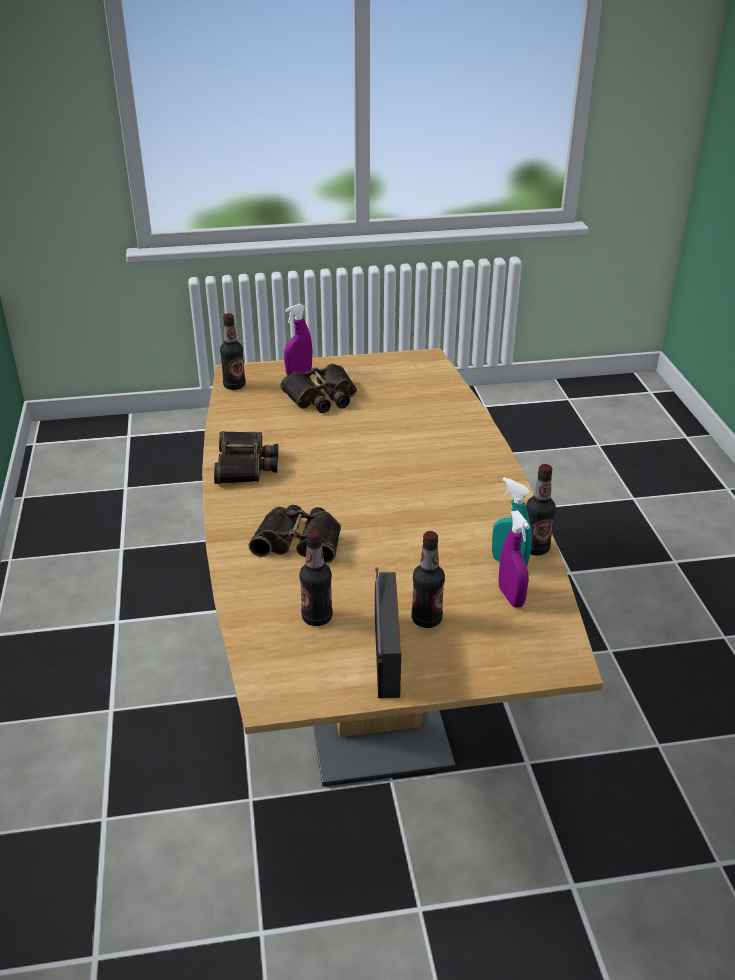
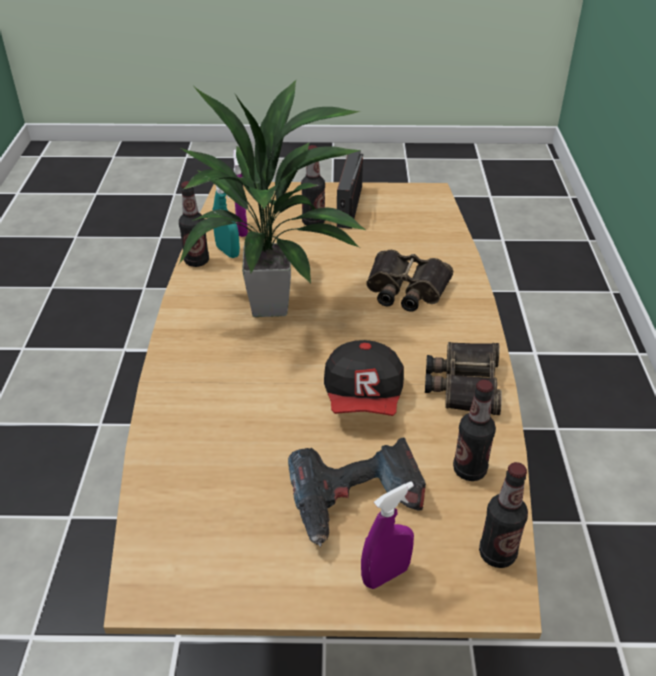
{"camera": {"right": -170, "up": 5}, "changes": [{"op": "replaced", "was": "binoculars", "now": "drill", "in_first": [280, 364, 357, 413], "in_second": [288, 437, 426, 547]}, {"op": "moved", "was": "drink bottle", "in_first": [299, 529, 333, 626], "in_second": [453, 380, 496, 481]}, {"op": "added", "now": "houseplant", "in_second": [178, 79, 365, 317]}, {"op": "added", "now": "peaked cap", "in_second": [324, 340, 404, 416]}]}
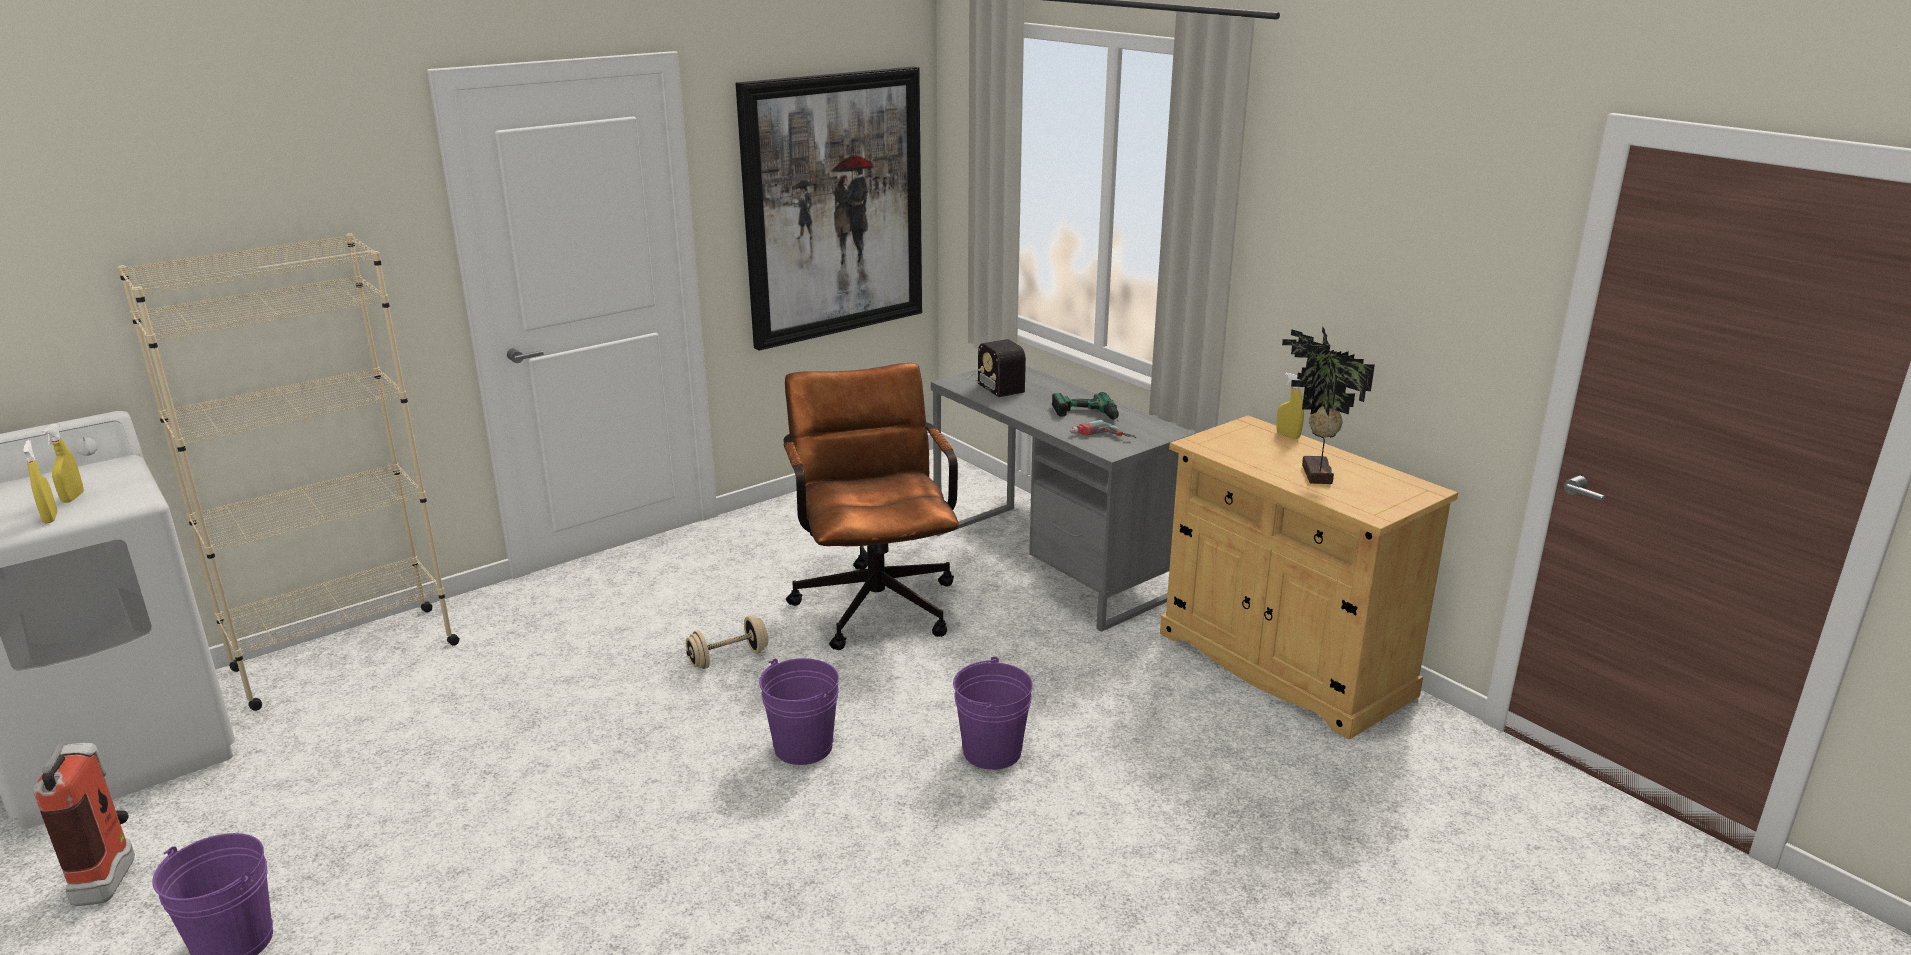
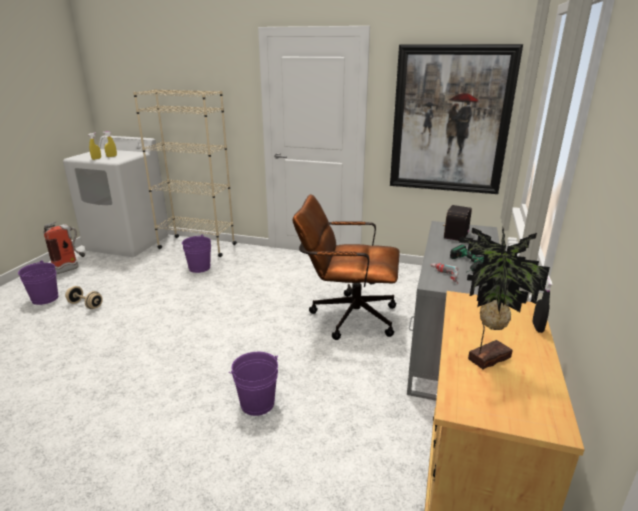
{"camera": {"right": 55, "up": 0}, "changes": [{"op": "turned", "was": "brown computer chair", "in_first": [784, 363, 959, 650], "in_second": [292, 194, 400, 340], "clockwise": -120}, {"op": "recoloured", "was": "yellow hand sprayer", "now": "blackish hand sprayer", "in_first": [1277, 373, 1304, 439], "in_second": [533, 275, 553, 333]}, {"op": "moved", "was": "sand-coloured dumbbell", "in_first": [686, 616, 768, 669], "in_second": [65, 286, 103, 309]}, {"op": "moved", "was": "purplish bucket", "in_first": [759, 658, 839, 765], "in_second": [182, 234, 211, 273]}]}
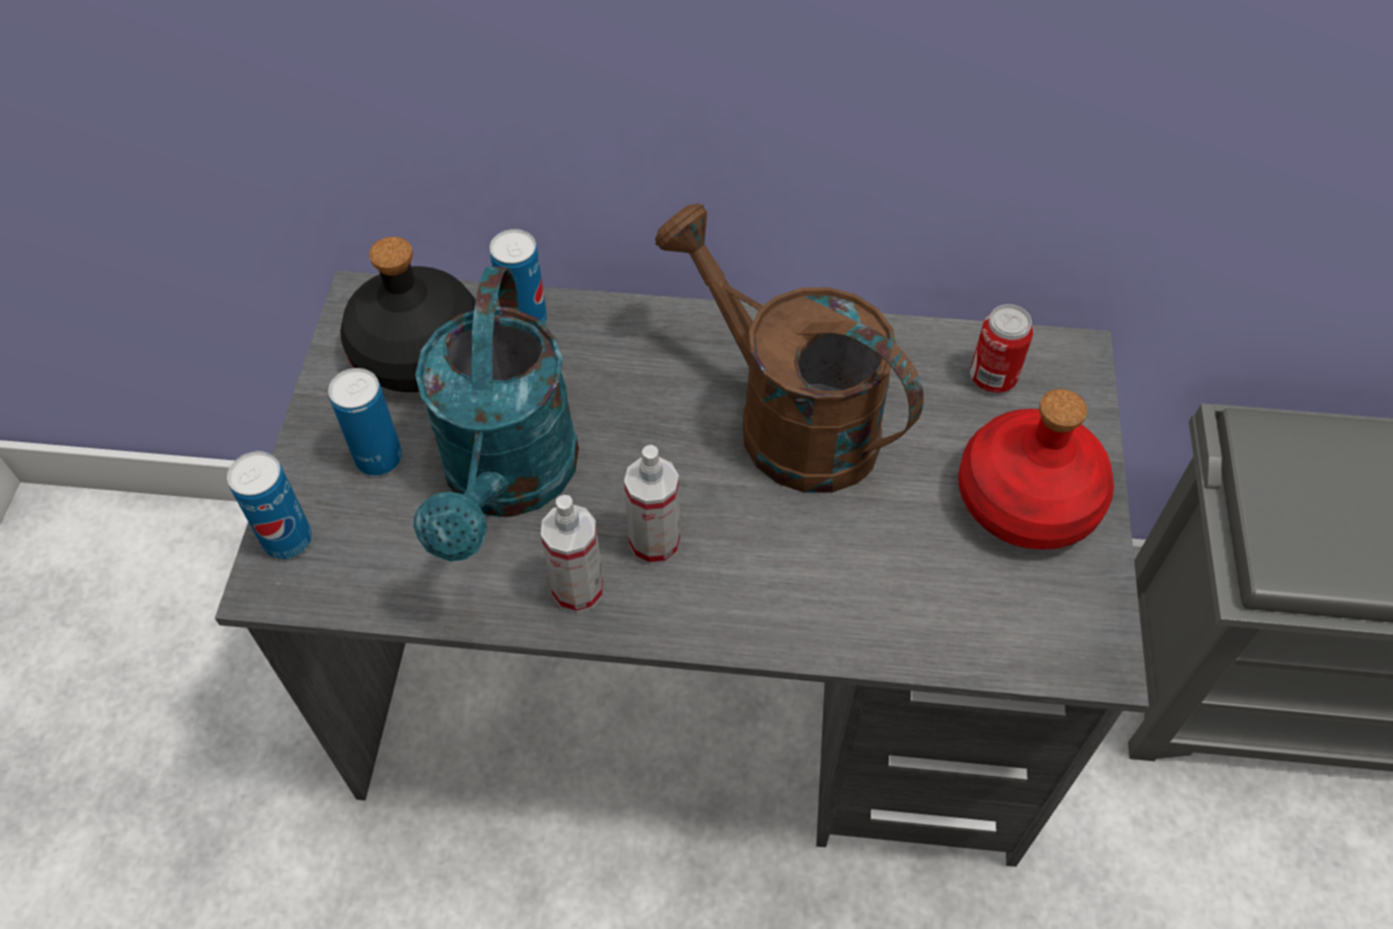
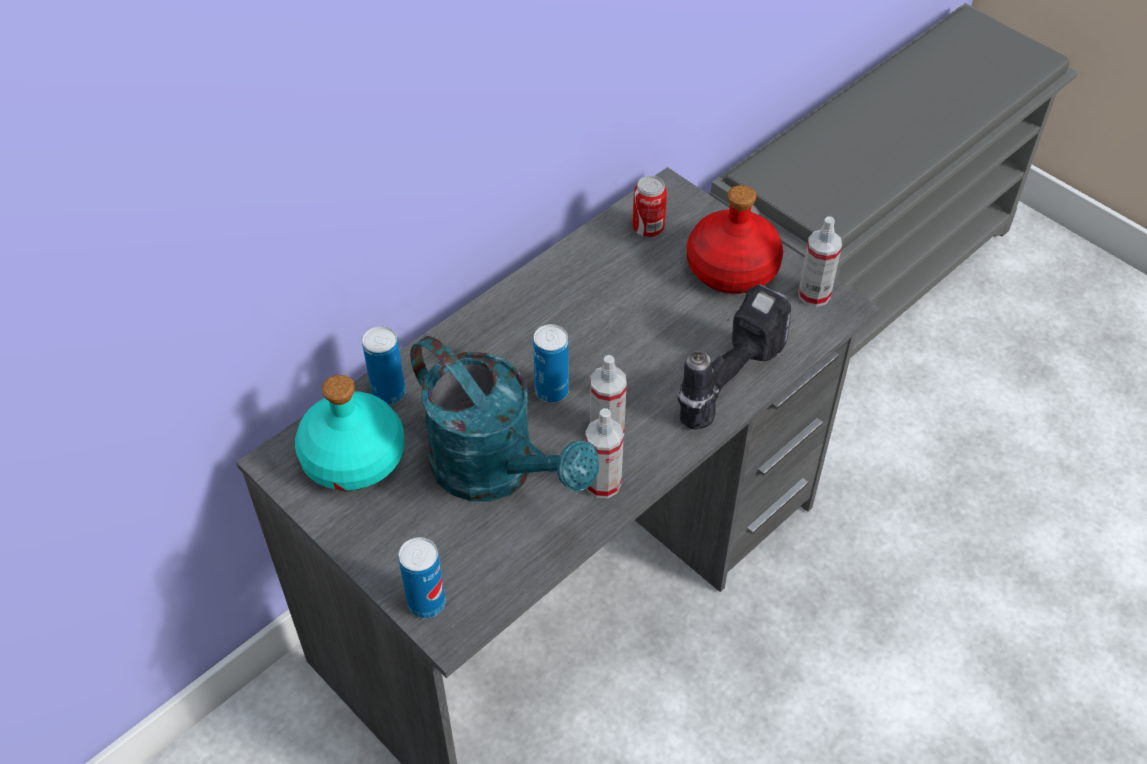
{"camera": {"right": -50, "up": -5}, "changes": [{"op": "removed", "was": "brown watering pot", "in_first": [655, 203, 923, 493]}, {"op": "recoloured", "was": "blackish drink bottle", "now": "blue-green drink bottle", "in_first": [340, 237, 476, 392], "in_second": [295, 375, 404, 491]}, {"op": "moved", "was": "can", "in_first": [328, 368, 402, 476], "in_second": [533, 324, 569, 403]}, {"op": "added", "now": "hand sprayer", "in_second": [798, 216, 842, 307]}, {"op": "added", "now": "drill", "in_second": [677, 284, 791, 430]}]}
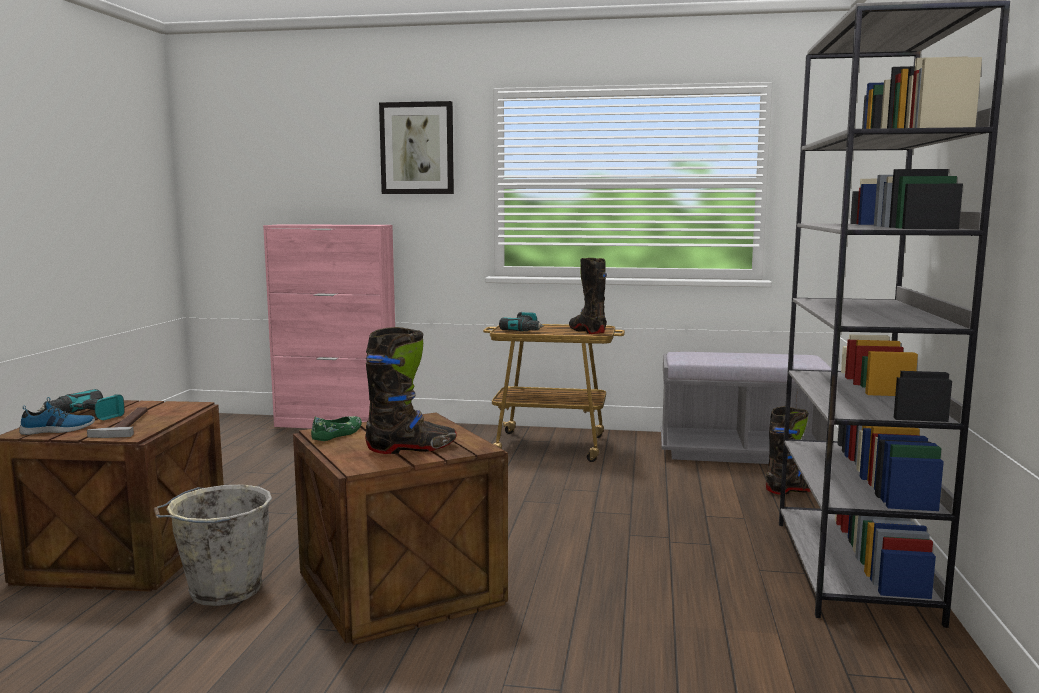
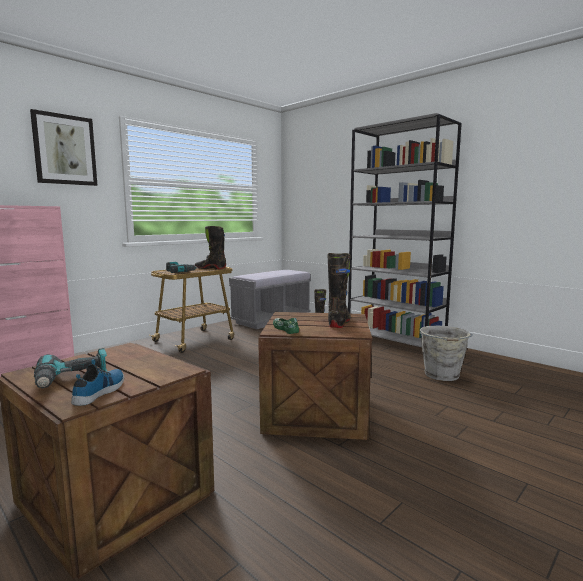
{"camera": {"right": -55, "up": 0}, "changes": [{"op": "removed", "was": "tool hammer", "in_first": [87, 407, 148, 438]}, {"op": "moved", "was": "grey bucket", "in_first": [154, 484, 272, 606], "in_second": [419, 325, 473, 381]}]}
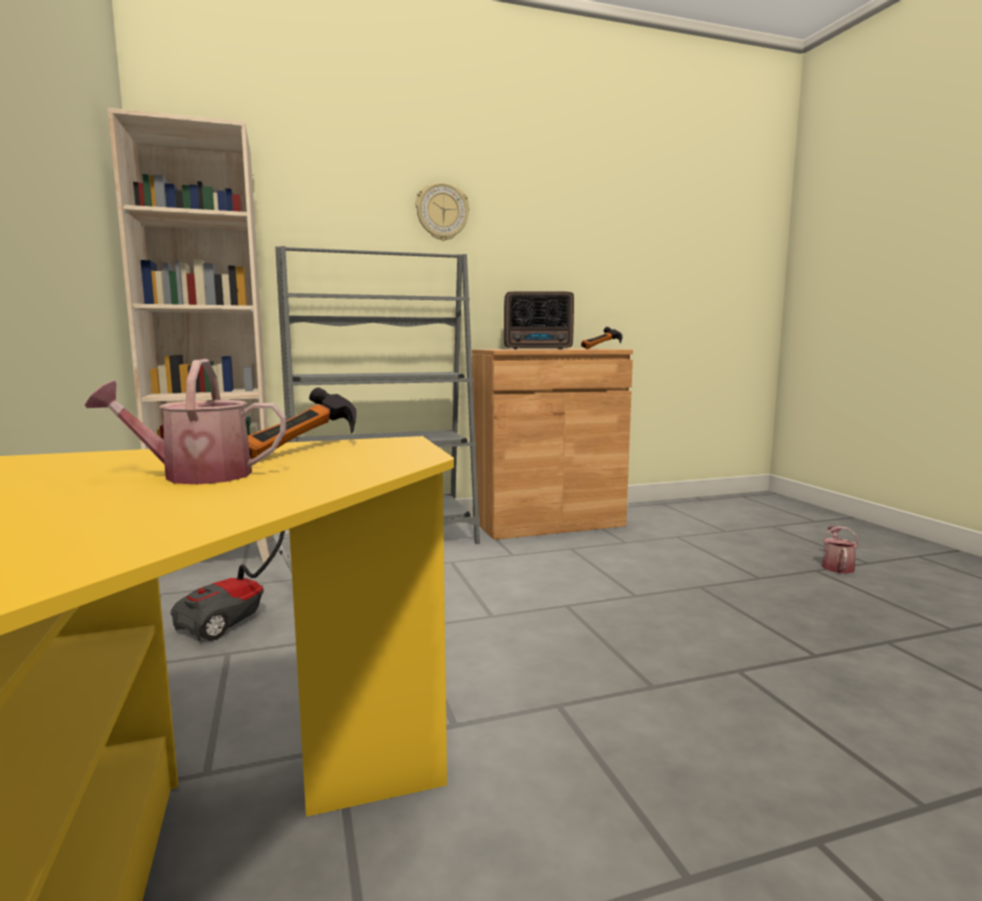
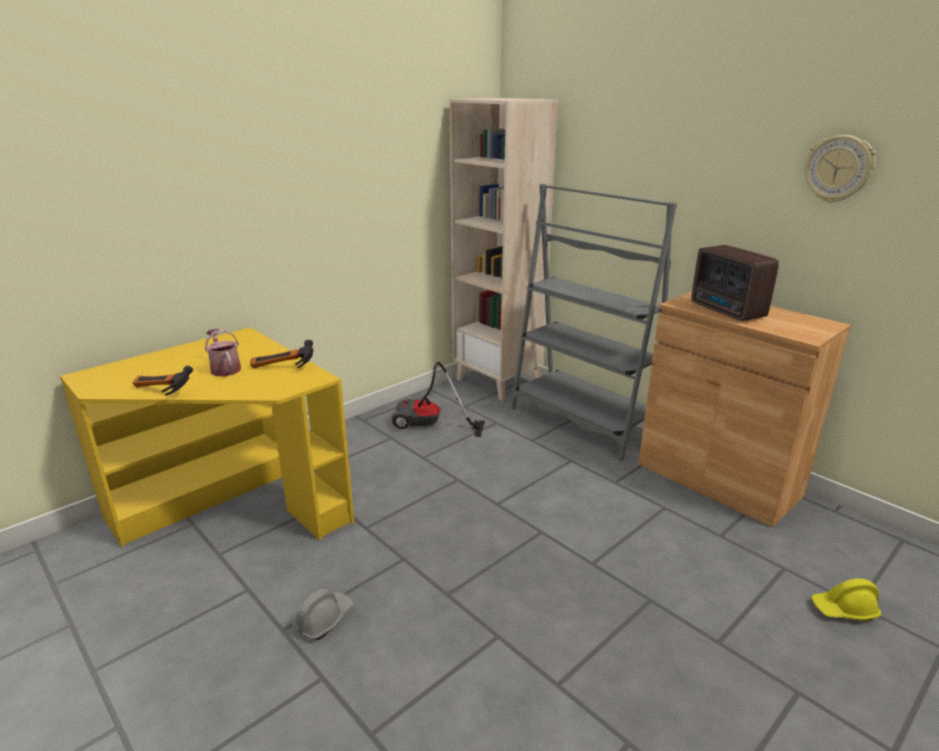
{"camera": {"right": 65, "up": 15}, "changes": [{"op": "moved", "was": "wall clock", "in_first": [416, 182, 469, 241], "in_second": [805, 135, 876, 203]}, {"op": "moved", "was": "tool hammer", "in_first": [581, 327, 623, 349], "in_second": [133, 366, 193, 396]}, {"op": "removed", "was": "watering pot", "in_first": [822, 526, 859, 574]}, {"op": "added", "now": "yellow hard hat", "in_second": [811, 579, 881, 621]}, {"op": "added", "now": "grey hard hat", "in_second": [292, 588, 354, 640]}]}
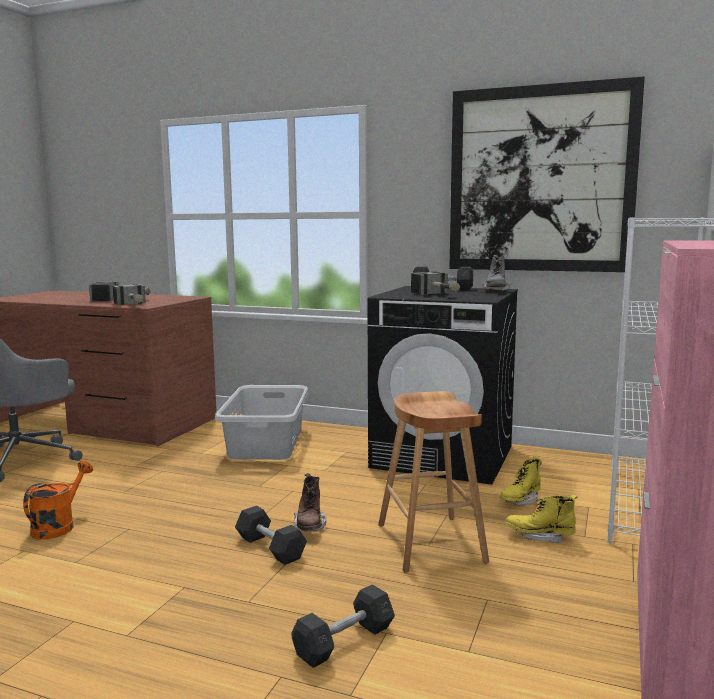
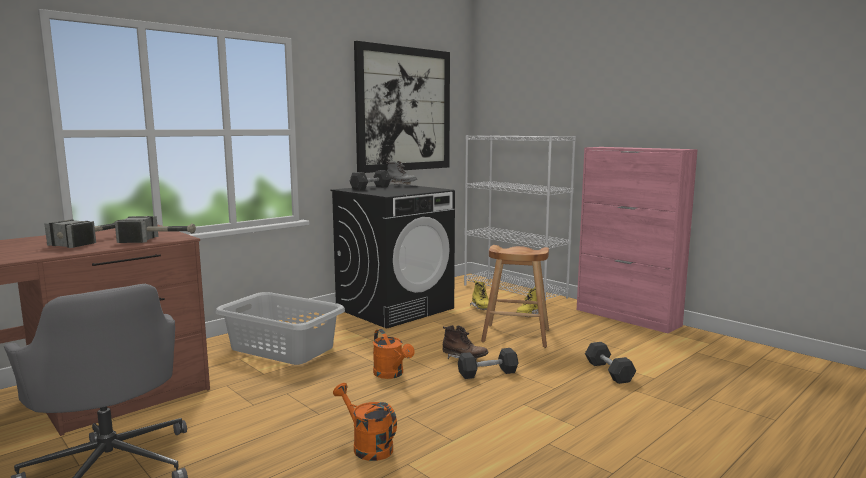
{"camera": {"right": -65, "up": 0}, "changes": [{"op": "removed", "was": "tool hammer", "in_first": [411, 272, 460, 295]}, {"op": "added", "now": "orange-coloured watering pot", "in_second": [373, 329, 415, 379]}]}
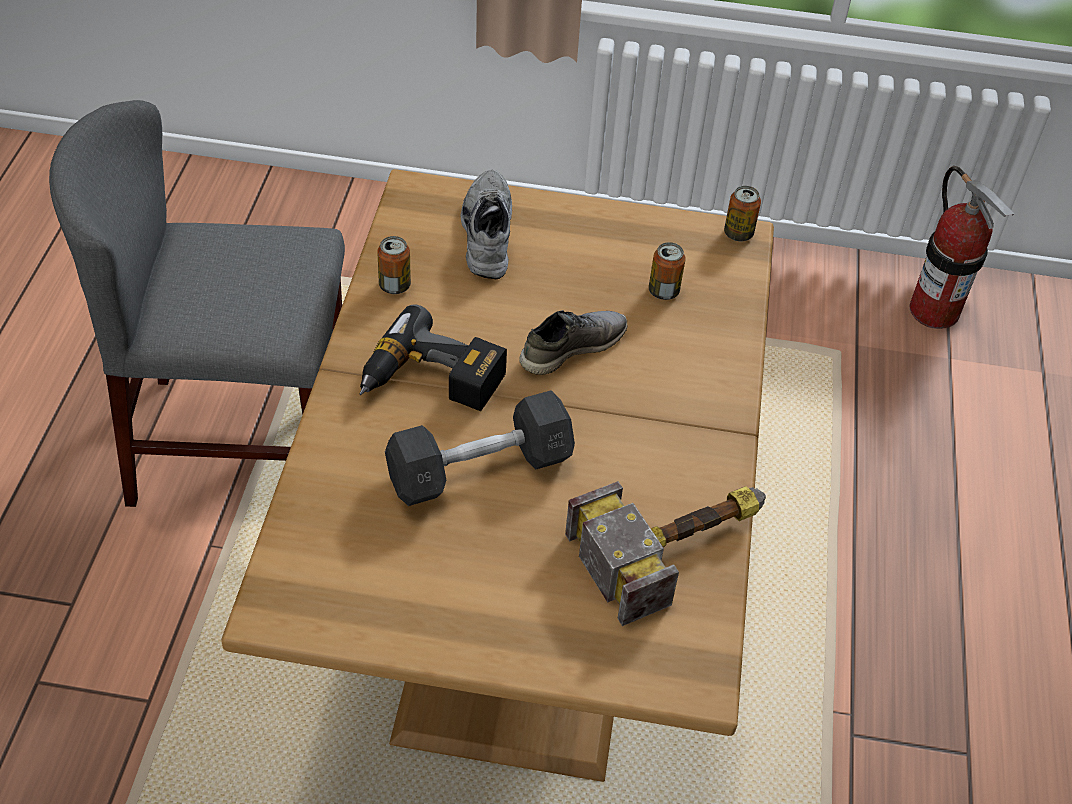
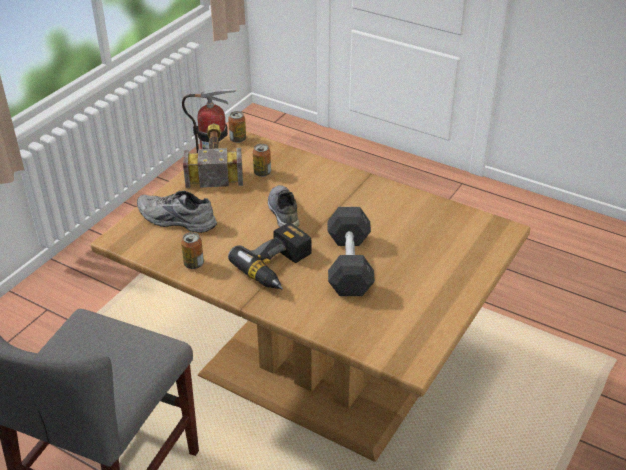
{"camera": {"right": -65, "up": -10}, "changes": [{"op": "moved", "was": "tool hammer", "in_first": [565, 481, 766, 626], "in_second": [183, 123, 243, 188]}]}
